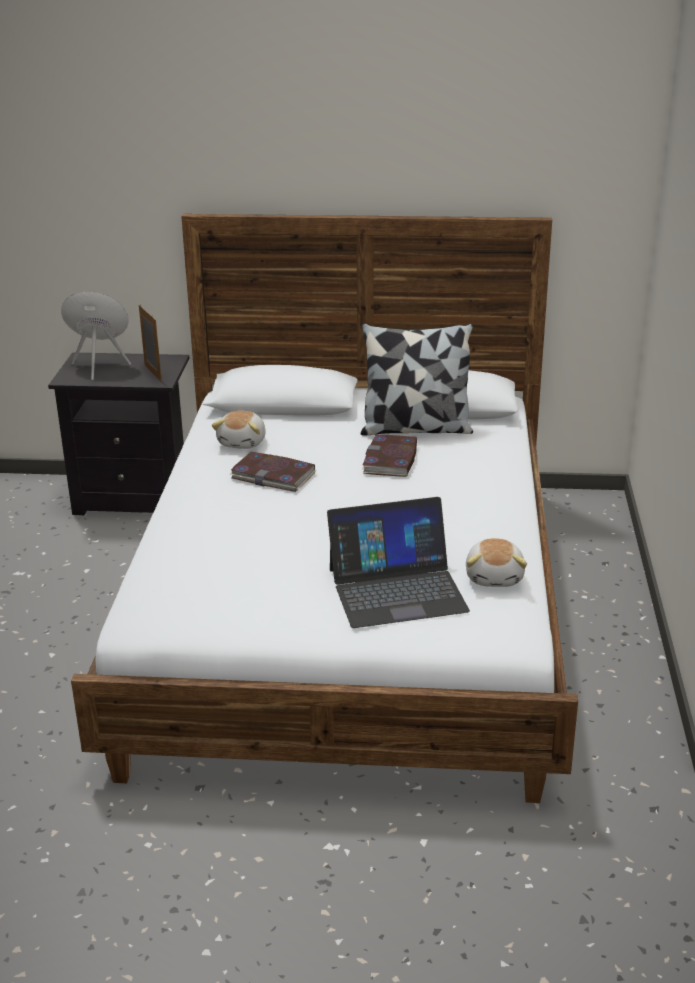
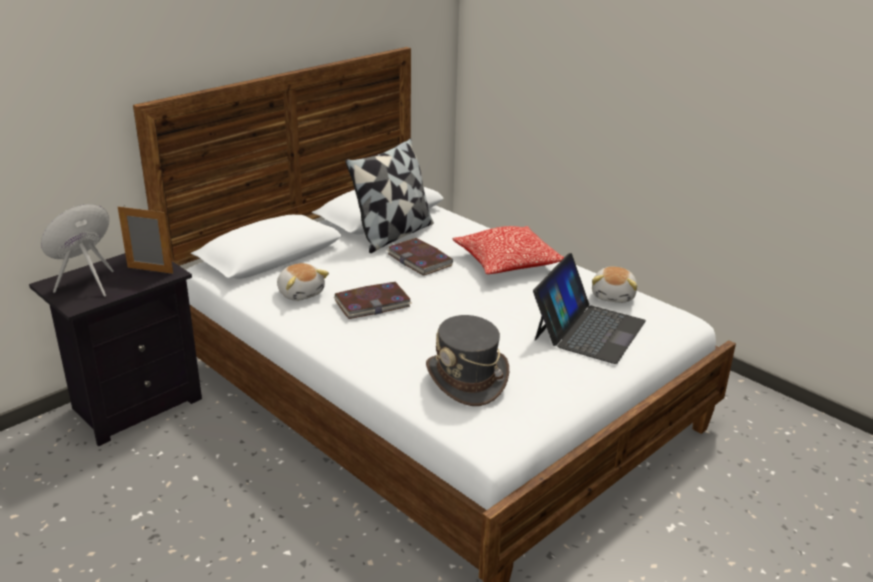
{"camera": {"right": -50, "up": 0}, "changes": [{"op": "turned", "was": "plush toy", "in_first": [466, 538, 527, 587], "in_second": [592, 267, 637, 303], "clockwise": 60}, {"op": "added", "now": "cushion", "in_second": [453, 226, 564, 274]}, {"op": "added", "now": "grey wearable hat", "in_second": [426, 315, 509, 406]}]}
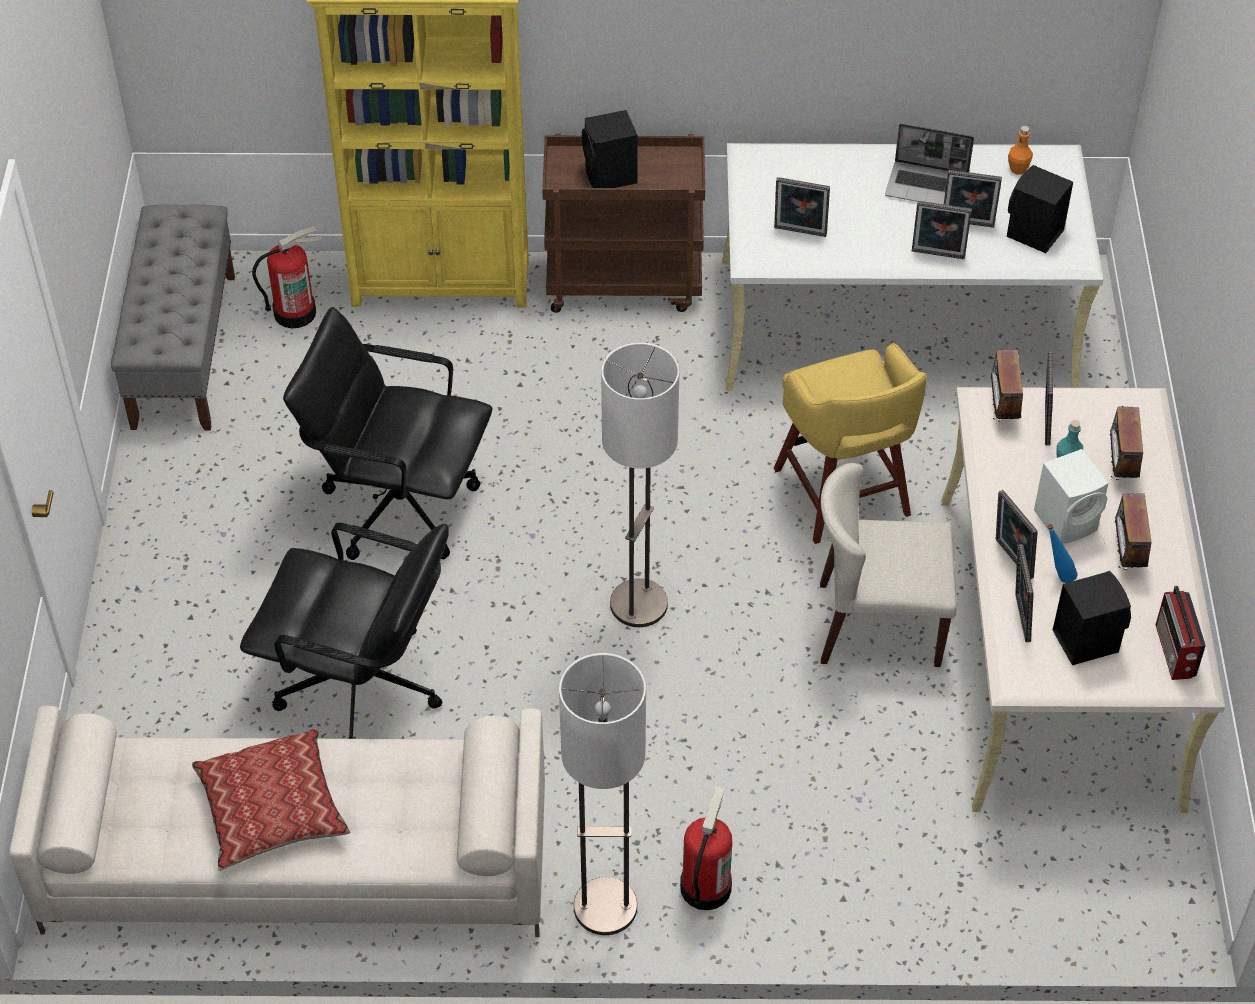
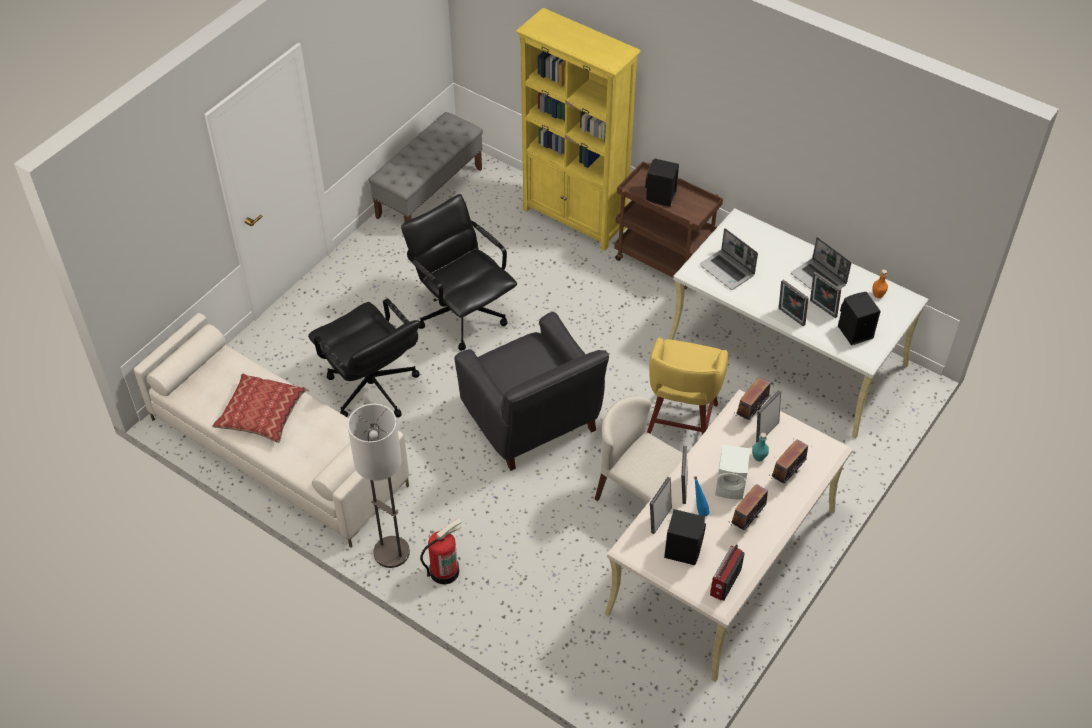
{"camera": {"right": 35, "up": 0}, "changes": [{"op": "replaced", "was": "photo frame", "now": "notebook computer", "in_first": [774, 177, 830, 237], "in_second": [700, 228, 758, 290]}, {"op": "removed", "was": "fire-fighting cylinder", "in_first": [252, 226, 322, 328]}, {"op": "replaced", "was": "standard lamp", "now": "blackish lounge chair", "in_first": [601, 342, 680, 627], "in_second": [454, 312, 609, 471]}]}
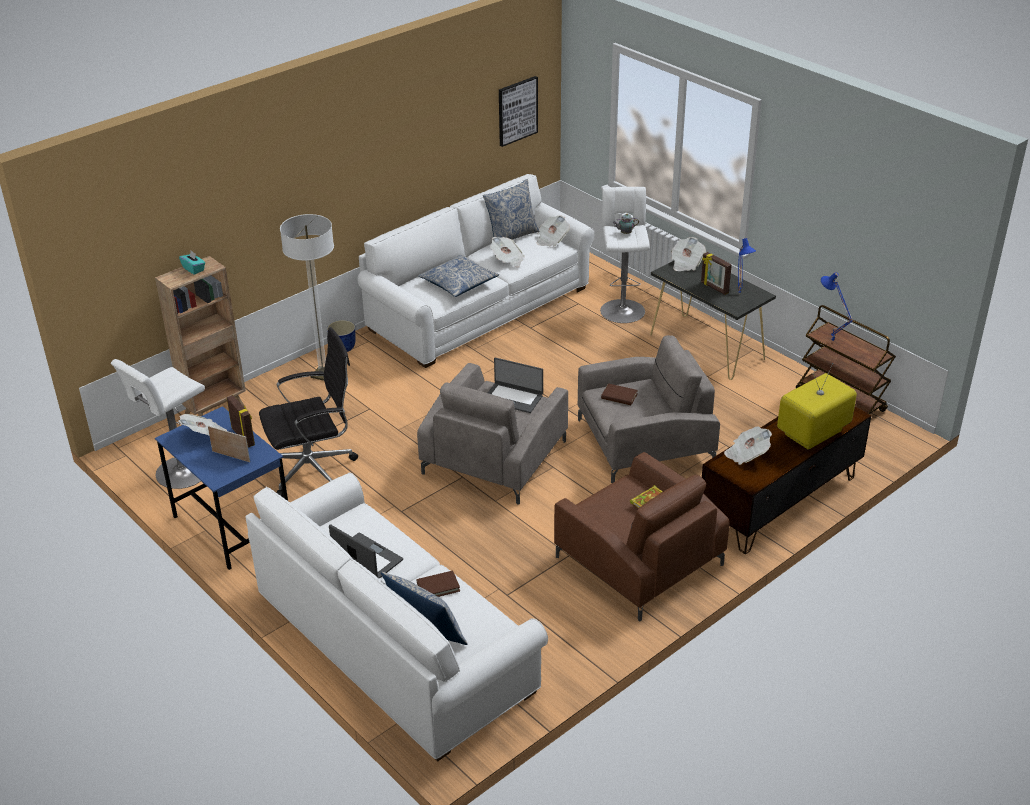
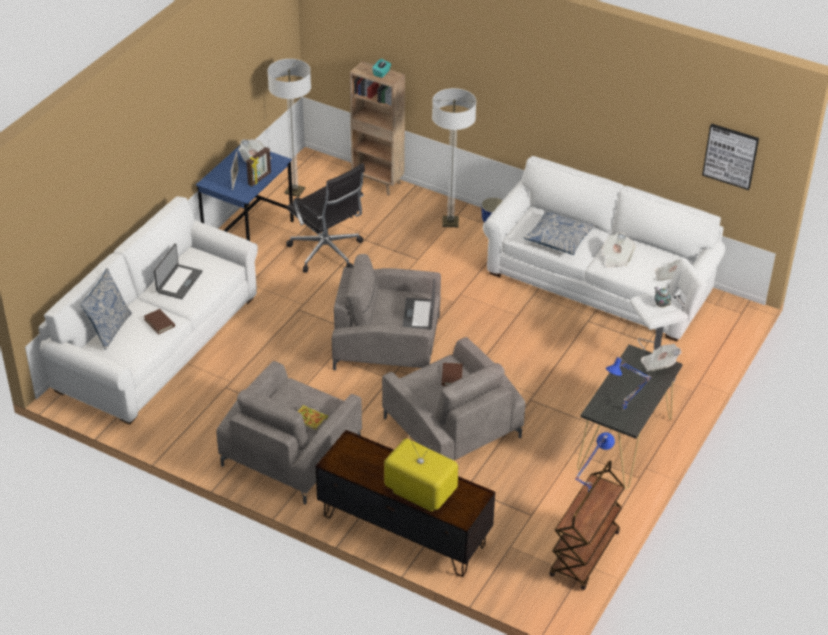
{"camera": {"right": 70, "up": 5}, "changes": [{"op": "removed", "was": "cushion", "in_first": [483, 179, 539, 240]}, {"op": "removed", "was": "photo frame", "in_first": [701, 252, 732, 295]}, {"op": "replaced", "was": "white-coloured stool", "now": "standard lamp", "in_first": [111, 359, 205, 489], "in_second": [268, 59, 311, 197]}, {"op": "removed", "was": "daily paper", "in_first": [724, 427, 772, 465]}, {"op": "recoloured", "was": "brown lounge chair", "now": "grey lounge chair", "in_first": [554, 452, 730, 621], "in_second": [216, 361, 362, 505]}]}
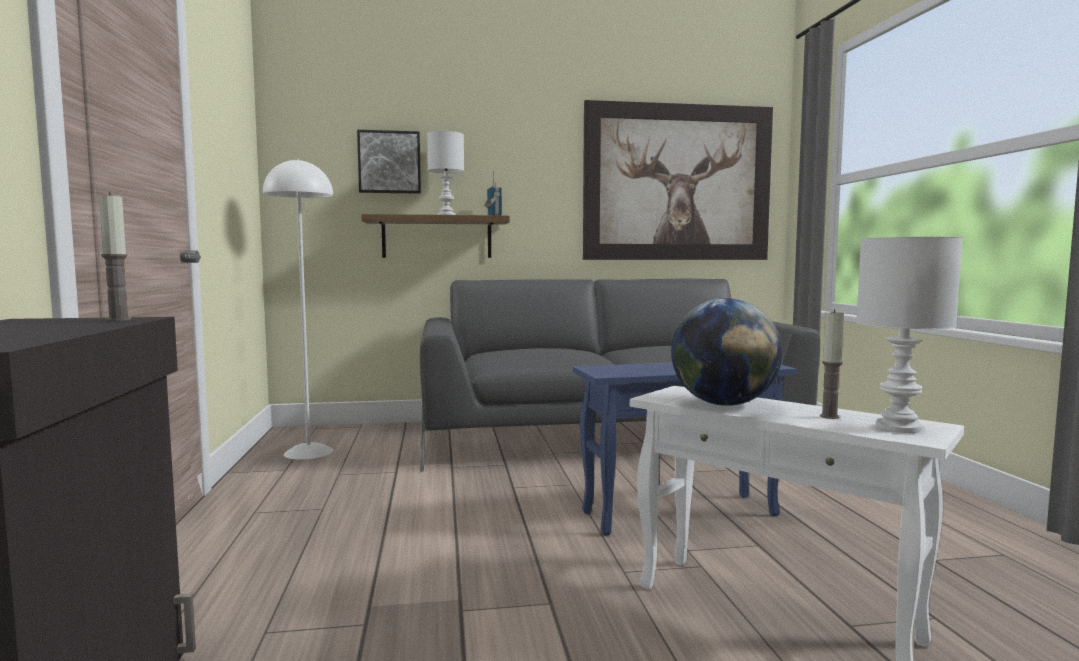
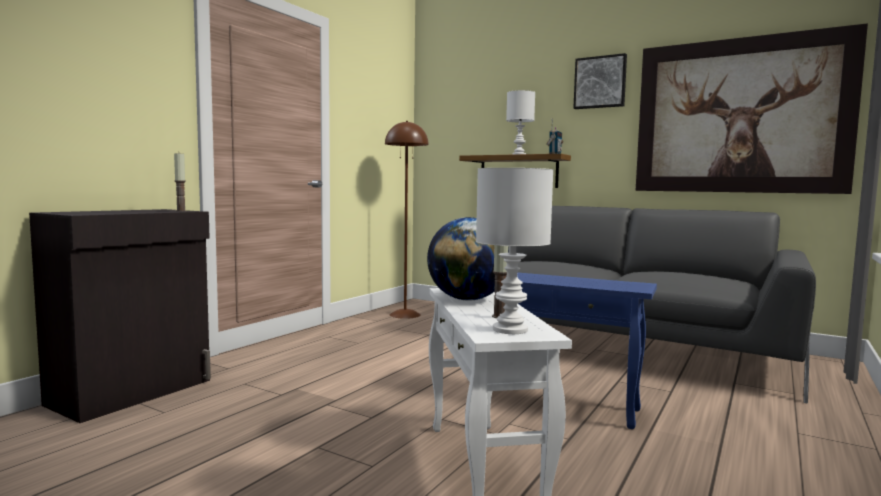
{"camera": {"right": 40, "up": 0}, "changes": [{"op": "moved", "was": "picture", "in_first": [357, 130, 421, 194], "in_second": [573, 53, 627, 109]}, {"op": "recoloured", "was": "white-coloured standard lamp", "now": "brown standard lamp", "in_first": [263, 158, 333, 460], "in_second": [385, 121, 429, 319]}]}
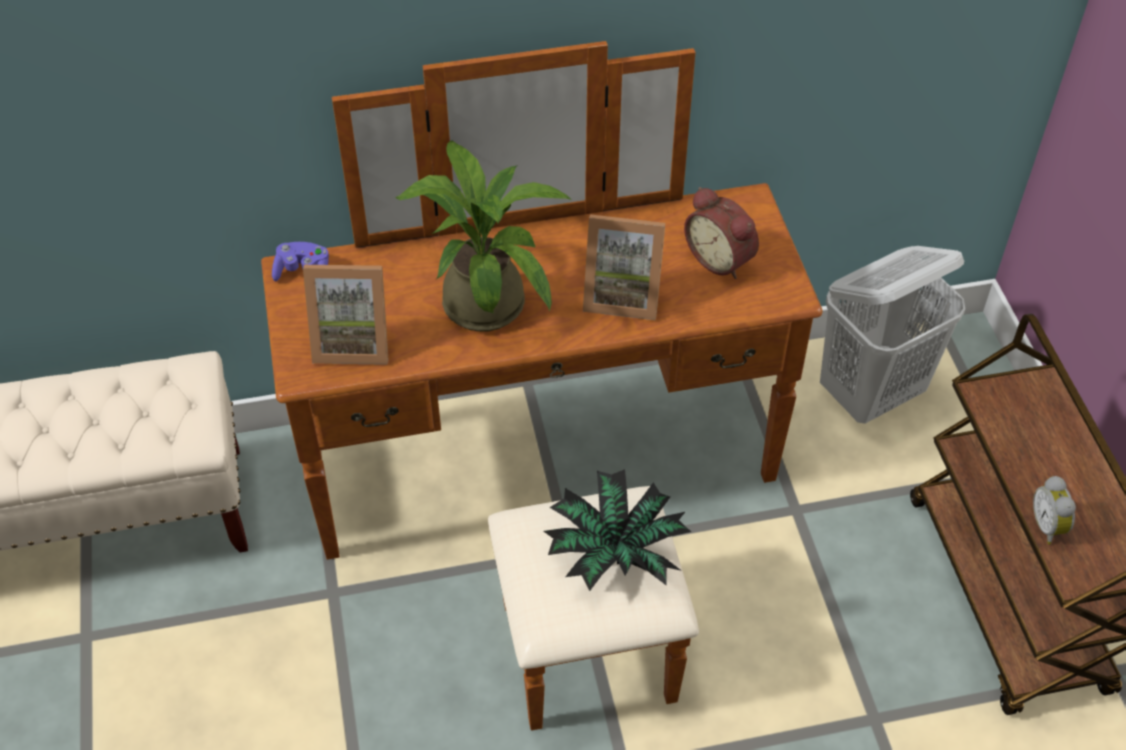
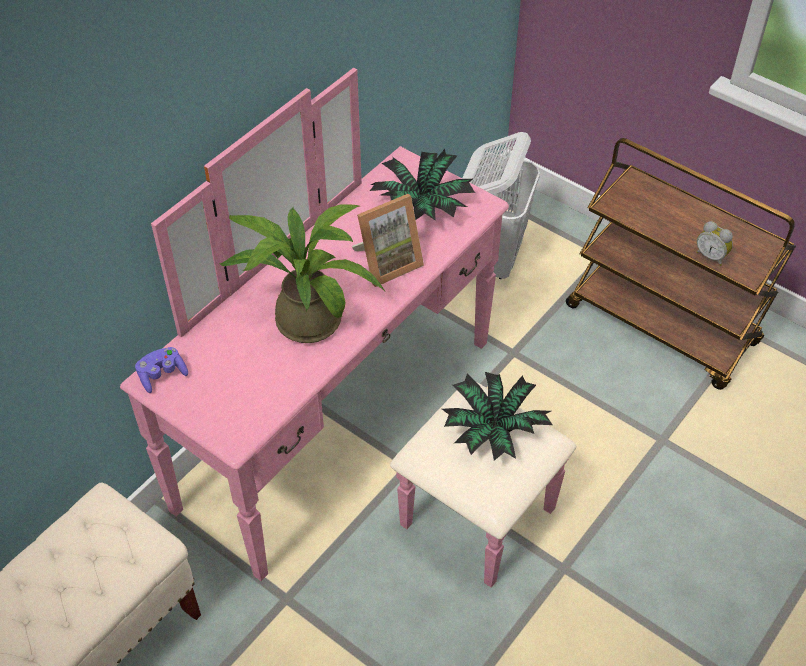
{"camera": {"right": -40, "up": 0}, "changes": [{"op": "recoloured", "was": "brown drawer chest", "now": "pink-coloured drawer chest", "in_first": [261, 41, 823, 731], "in_second": [120, 68, 576, 588]}, {"op": "replaced", "was": "alarm clock", "now": "houseplant", "in_first": [684, 187, 759, 279], "in_second": [370, 149, 475, 221]}, {"op": "removed", "was": "photo frame", "in_first": [303, 265, 388, 365]}]}
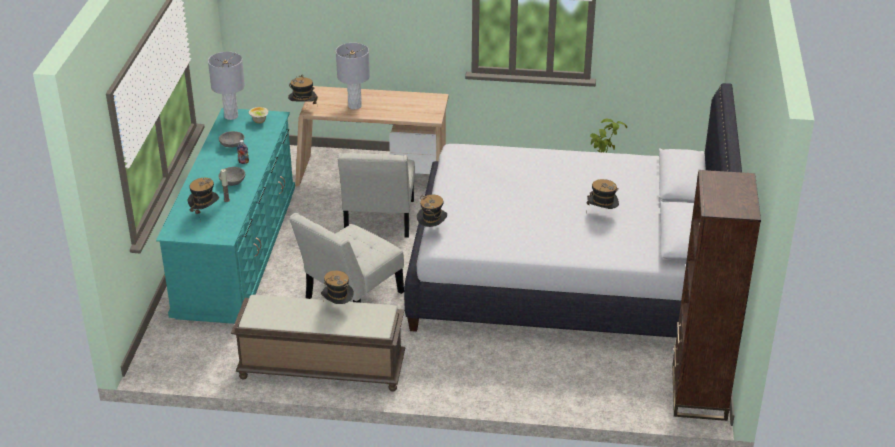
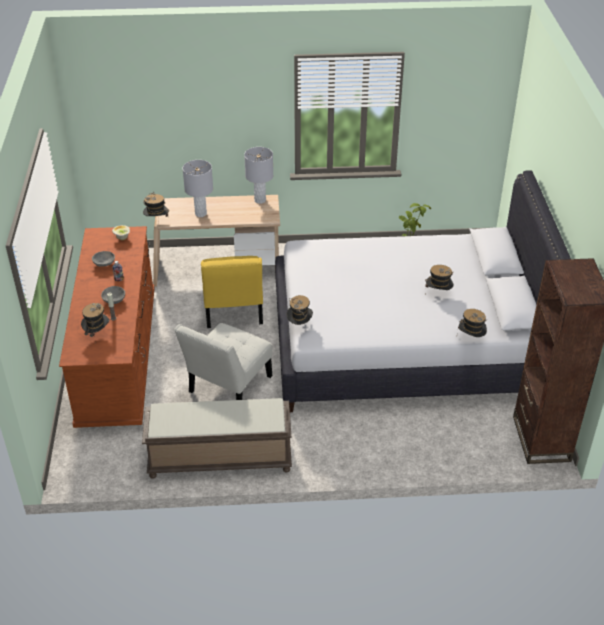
{"camera": {"right": -10, "up": 5}, "changes": [{"op": "moved", "was": "grey table lamp", "in_first": [208, 52, 245, 120], "in_second": [244, 147, 273, 204]}, {"op": "recoloured", "was": "blue-green drawer chest", "now": "brown drawer chest", "in_first": [156, 108, 295, 324], "in_second": [59, 226, 155, 428]}, {"op": "recoloured", "was": "white-coloured chair", "now": "yellow chair", "in_first": [338, 153, 415, 238], "in_second": [201, 256, 263, 328]}, {"op": "moved", "was": "wearable hat", "in_first": [321, 270, 354, 304], "in_second": [457, 309, 487, 337]}]}
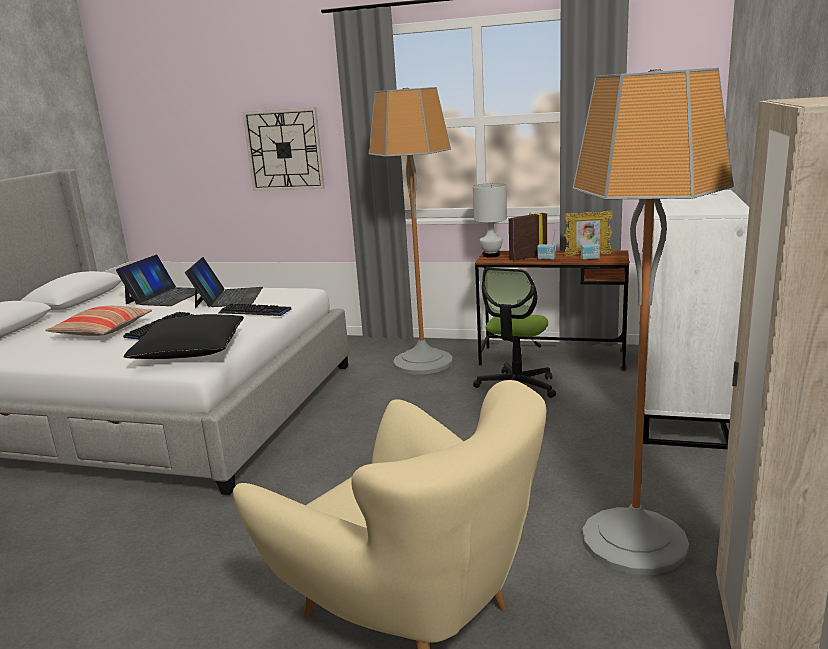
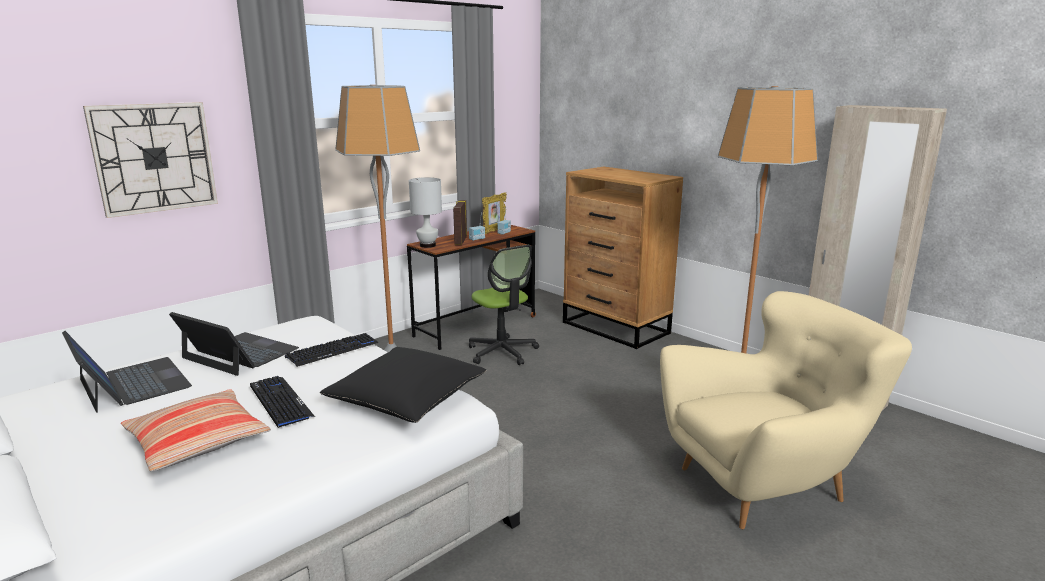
{"camera": {"right": -60, "up": 0}, "changes": [{"op": "recoloured", "was": "white-coloured drawer chest", "now": "brown drawer chest", "in_first": [639, 190, 749, 449], "in_second": [563, 167, 683, 349]}]}
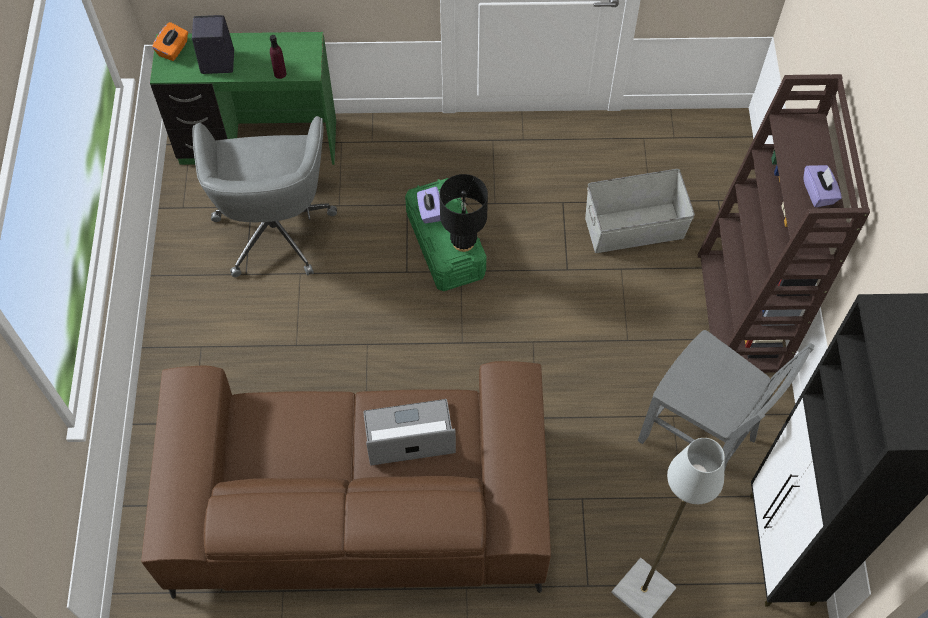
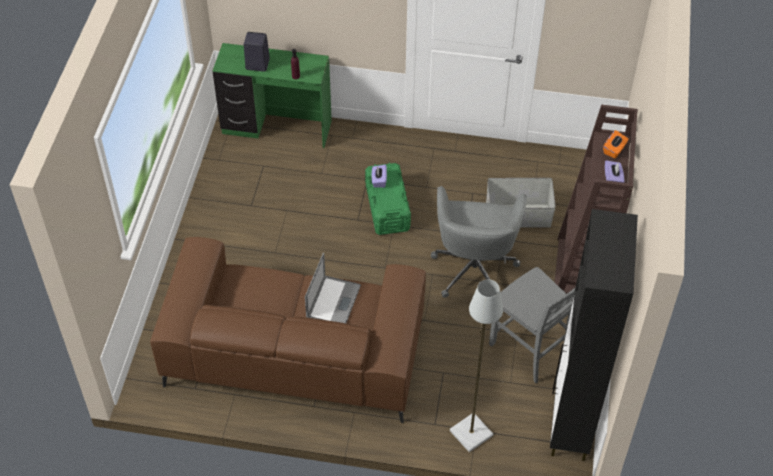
{"camera": {"right": 10, "up": -10}, "changes": [{"op": "moved", "was": "orange-coloured box of tissues", "in_first": [152, 22, 188, 61], "in_second": [603, 130, 629, 159]}, {"op": "moved", "was": "grey computer chair", "in_first": [192, 116, 337, 277], "in_second": [431, 186, 527, 298]}, {"op": "removed", "was": "blackish table lamp", "in_first": [439, 174, 488, 252]}, {"op": "turned", "was": "notebook computer", "in_first": [364, 399, 456, 465], "in_second": [305, 253, 361, 323], "clockwise": 105}]}
